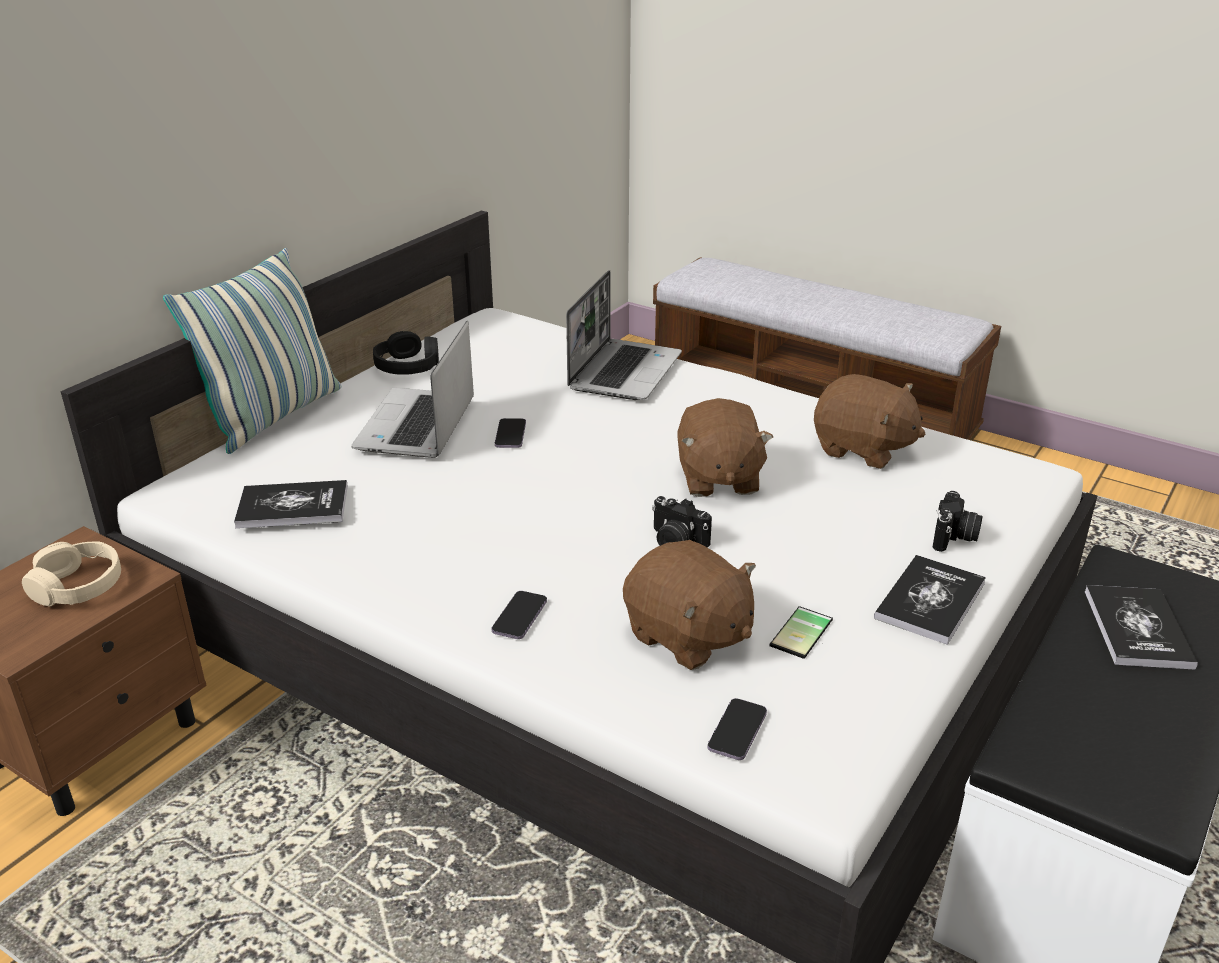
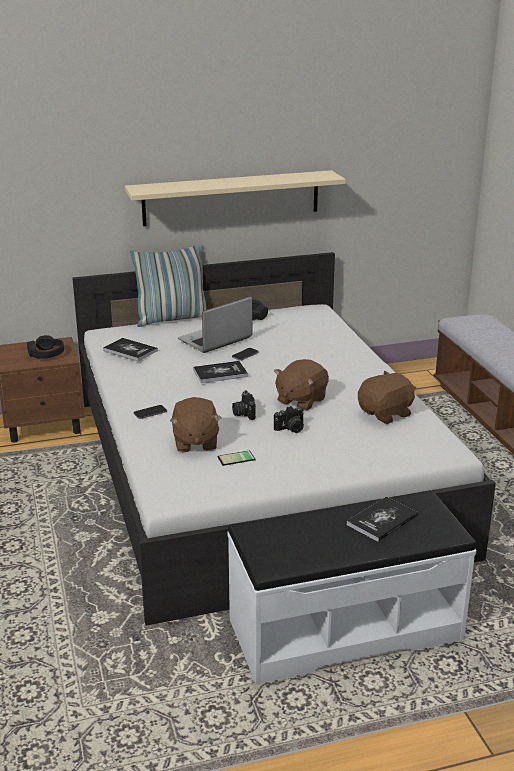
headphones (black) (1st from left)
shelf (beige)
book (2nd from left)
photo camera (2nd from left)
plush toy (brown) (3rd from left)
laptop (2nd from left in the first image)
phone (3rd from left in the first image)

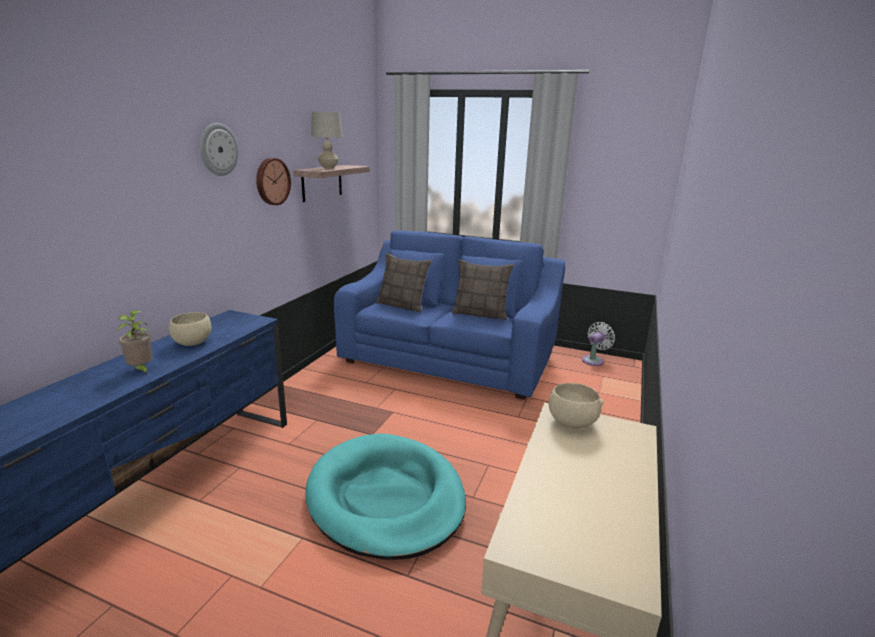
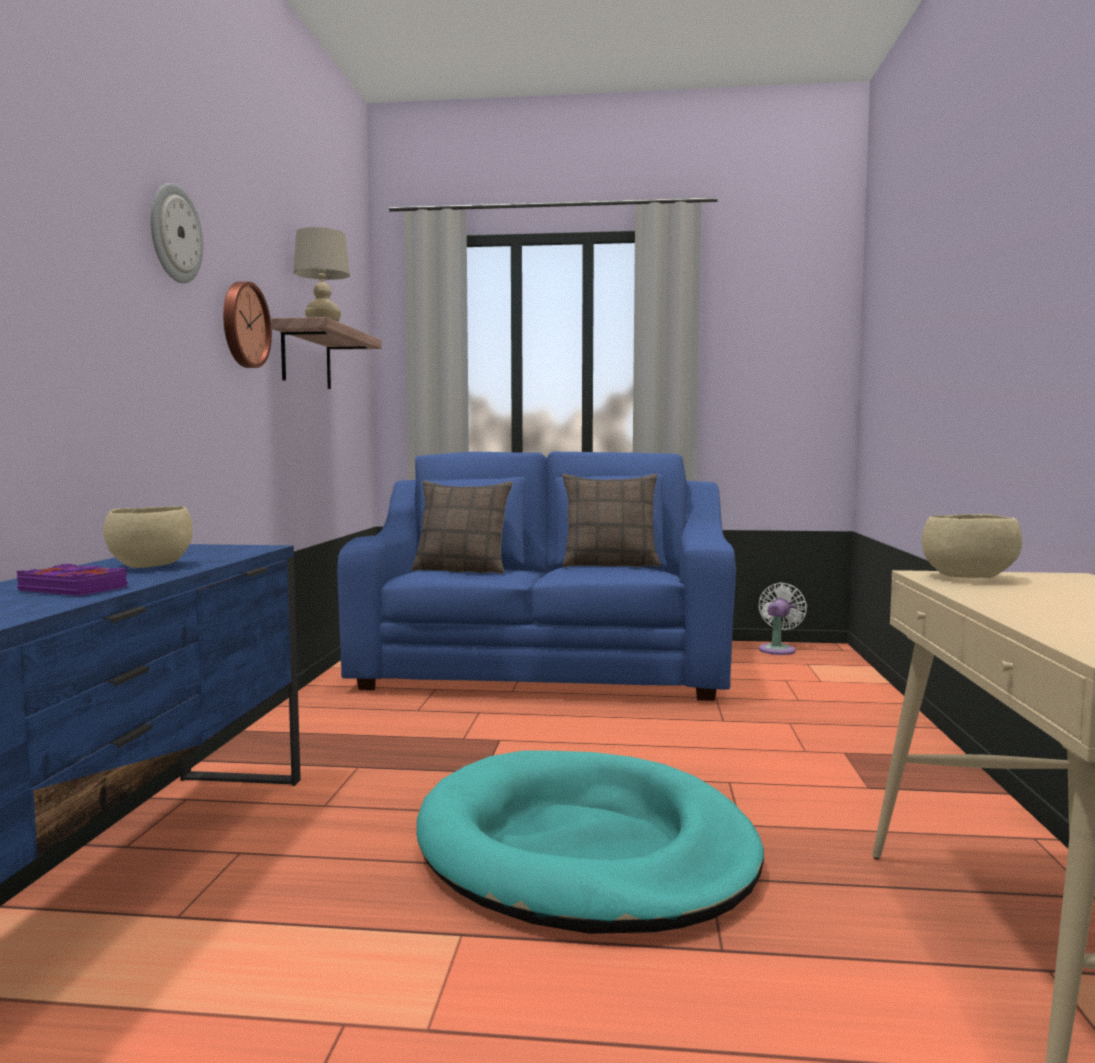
book (purple)

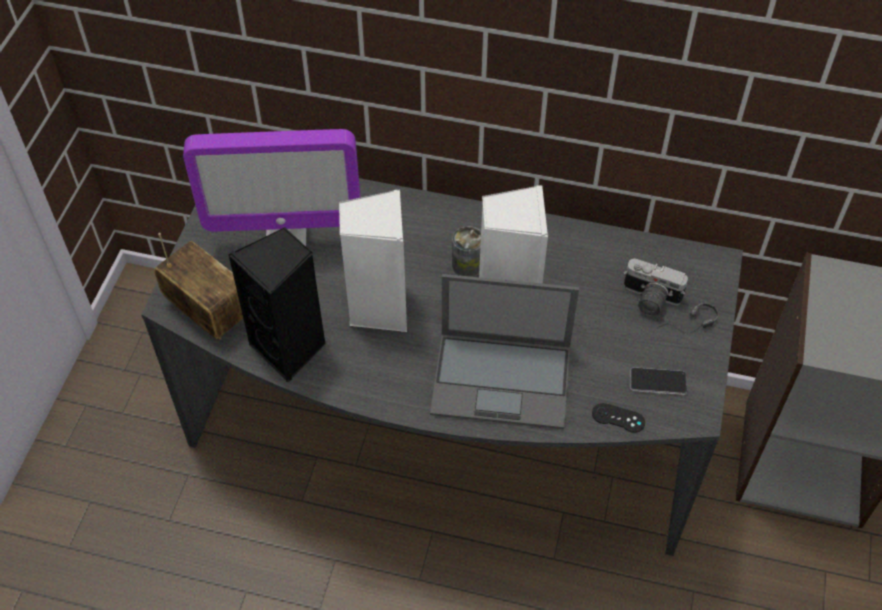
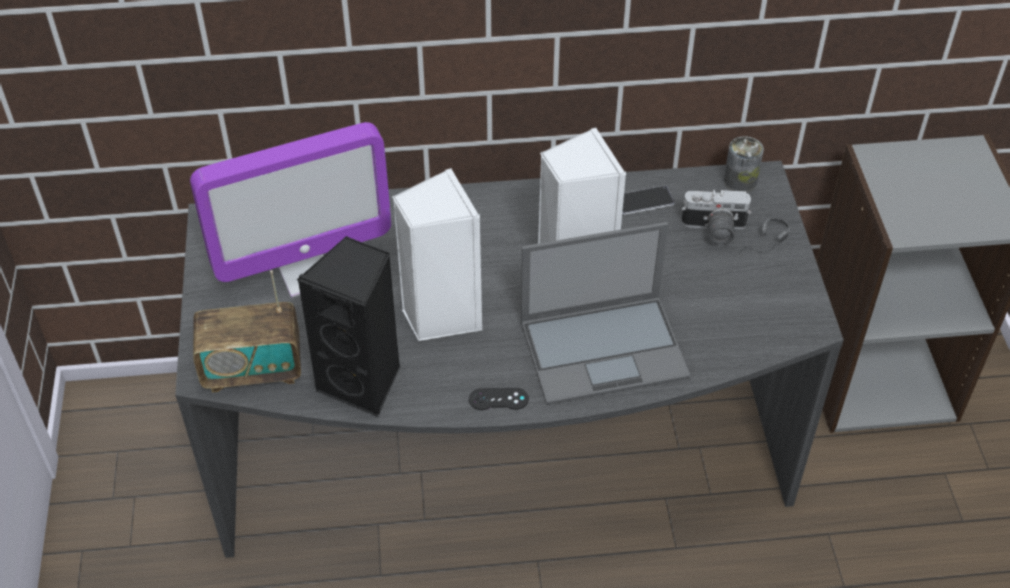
radio
game controller (black)
phone
can

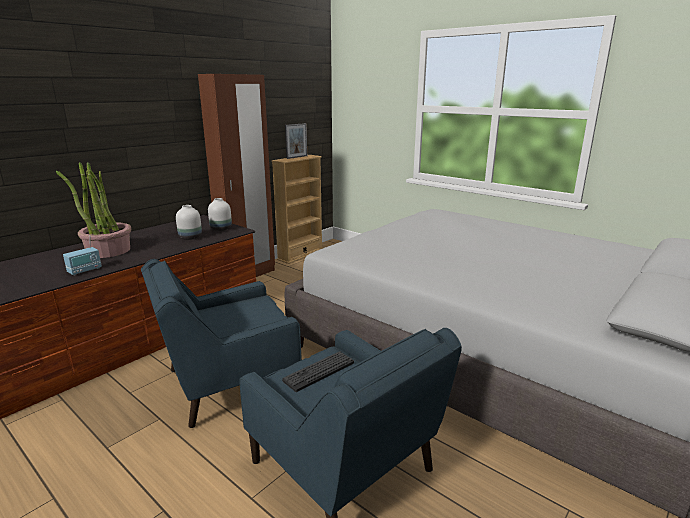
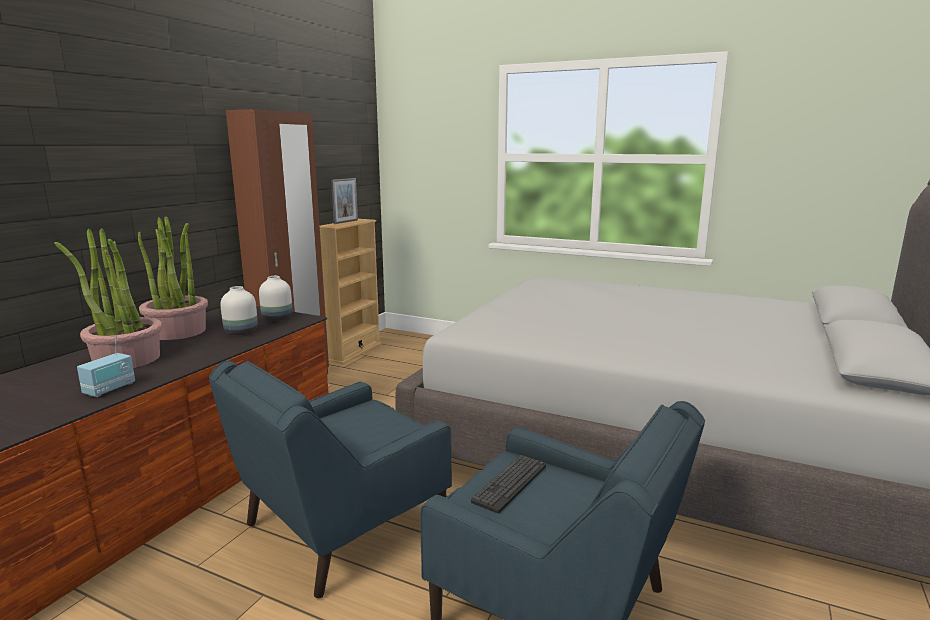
potted plant (2nd from left)

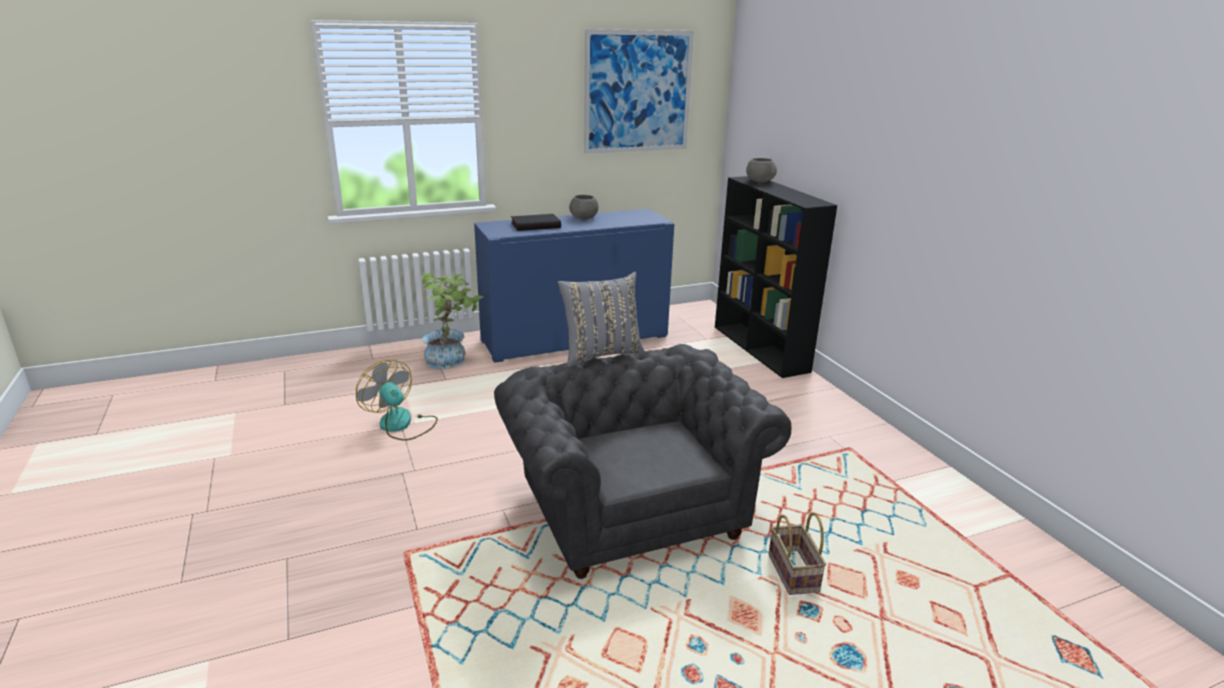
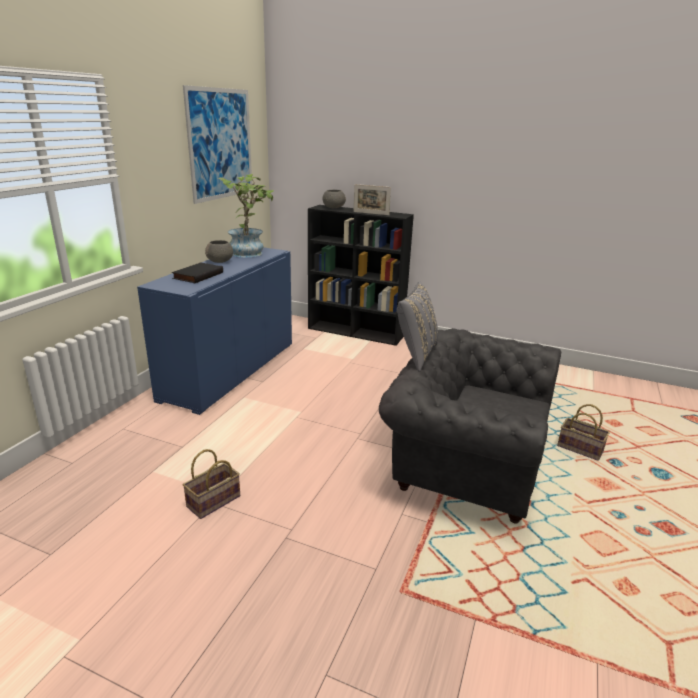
basket (1st from left)
potted plant
picture frame

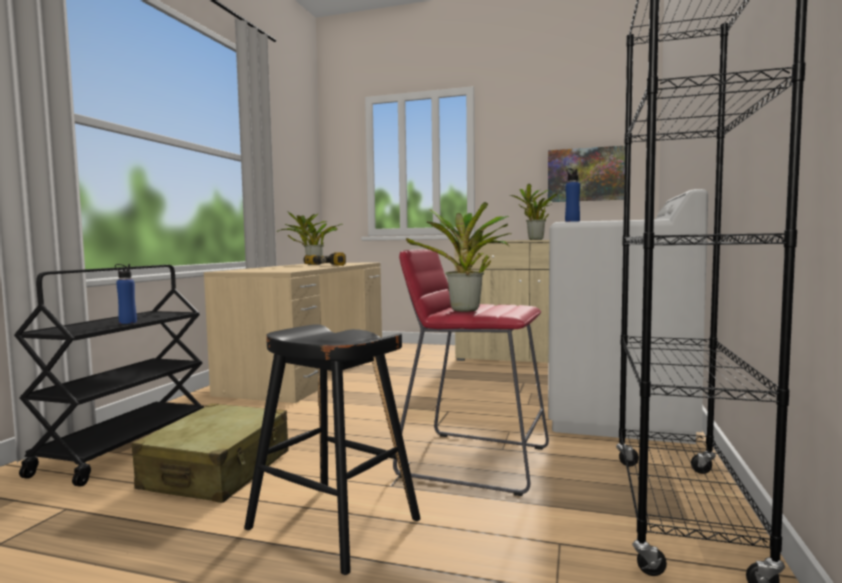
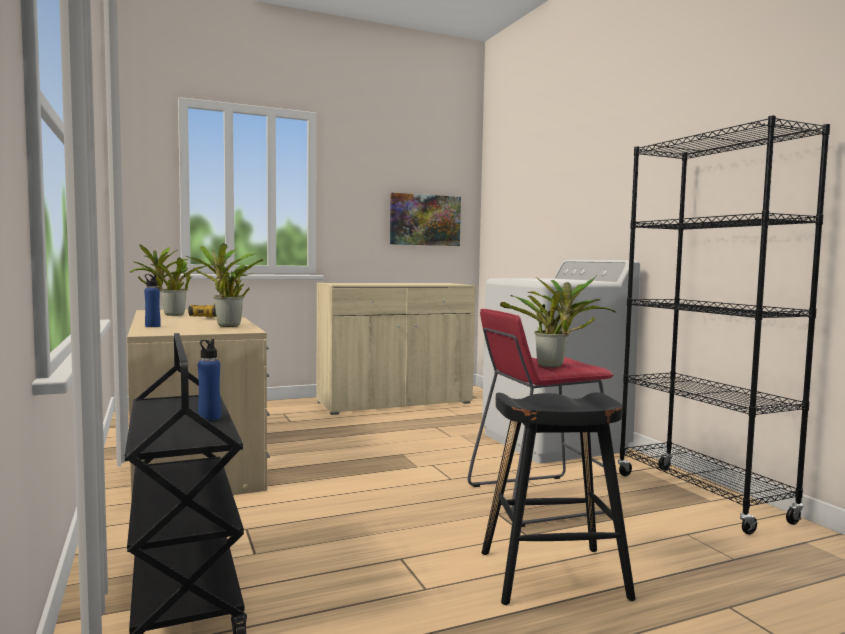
bottle (blue) (1st from left)
potted plant (2nd from left)
suitcase (beige)

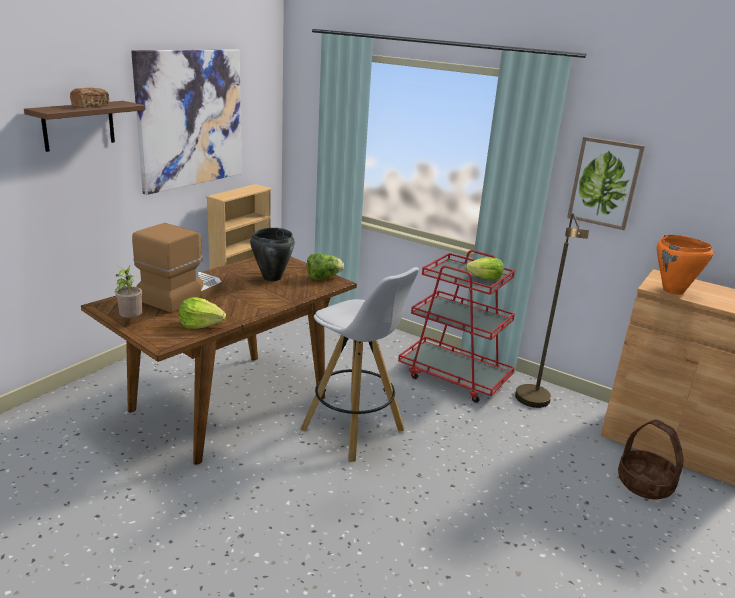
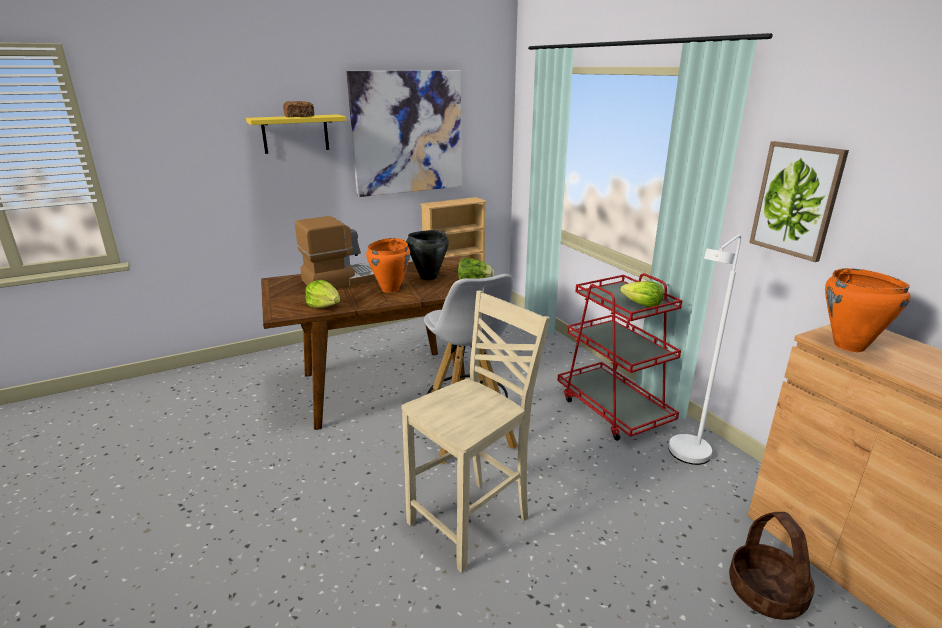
shelf (yellow)
cooking pot (orange) (1st from left)
chair (beige)
floor lamp (white)
potted plant

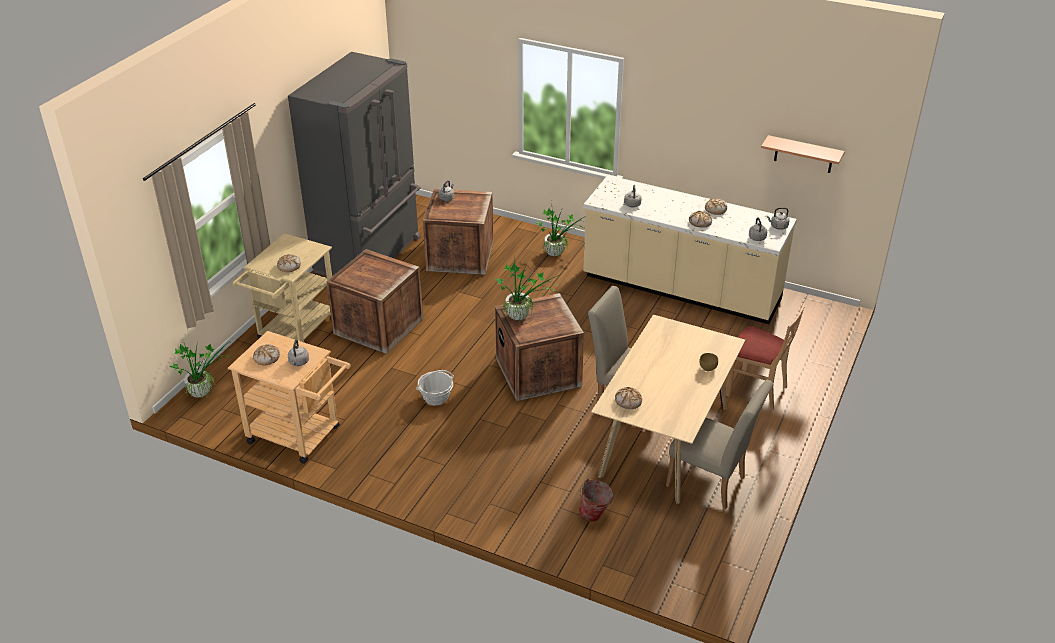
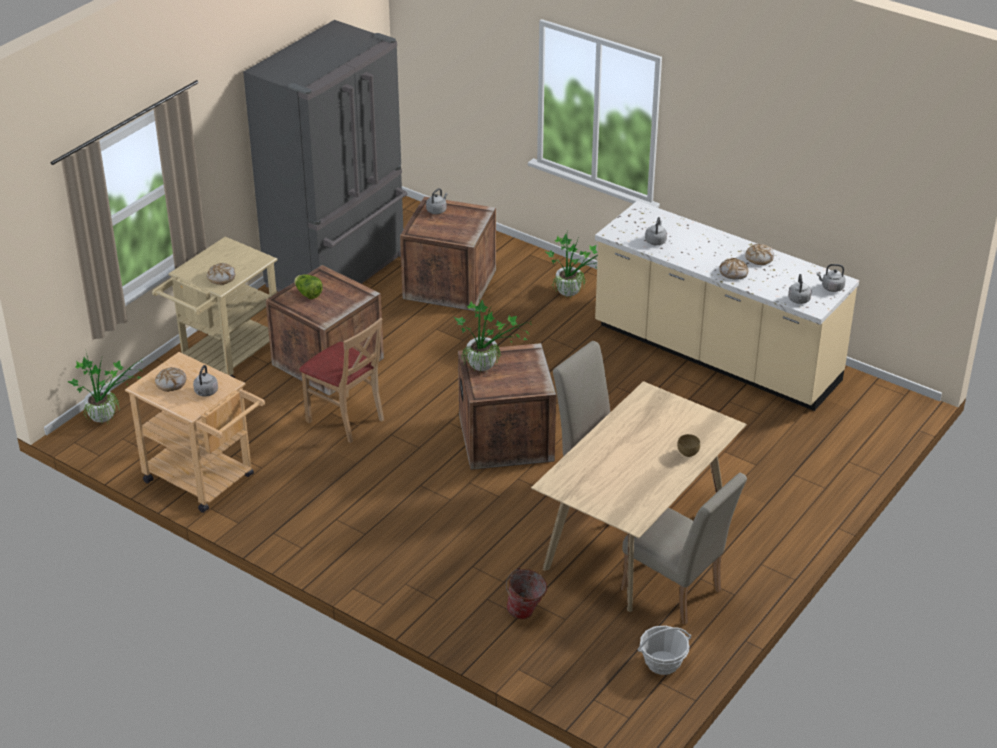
lettuce
chair (beige) (1st from left)
basket
bread (3rd from left in the first image)
shelf

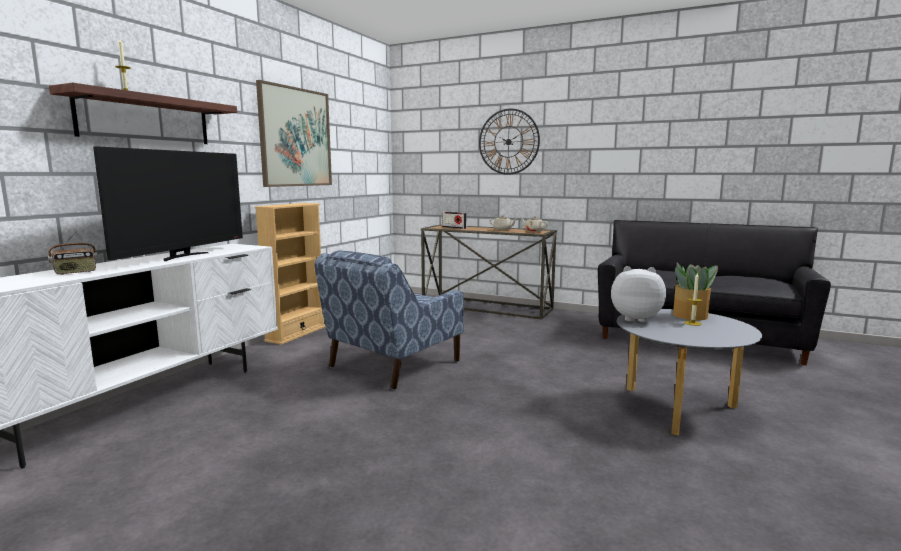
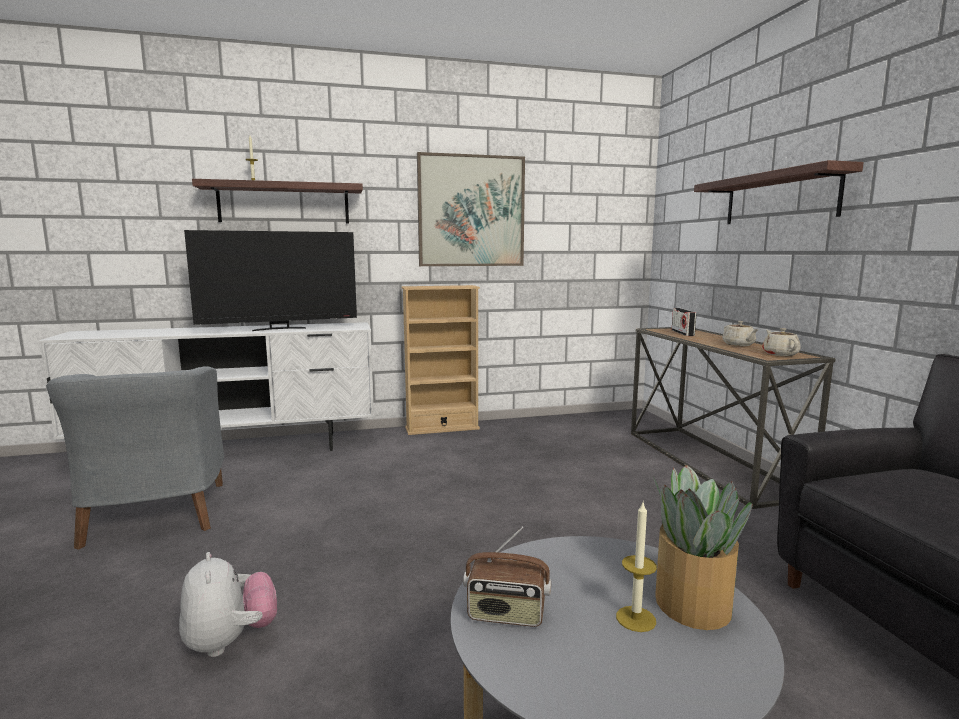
armchair (grey)
plush toy
radio (1st from left)
shelf (2nd from left)
armchair (blue)

